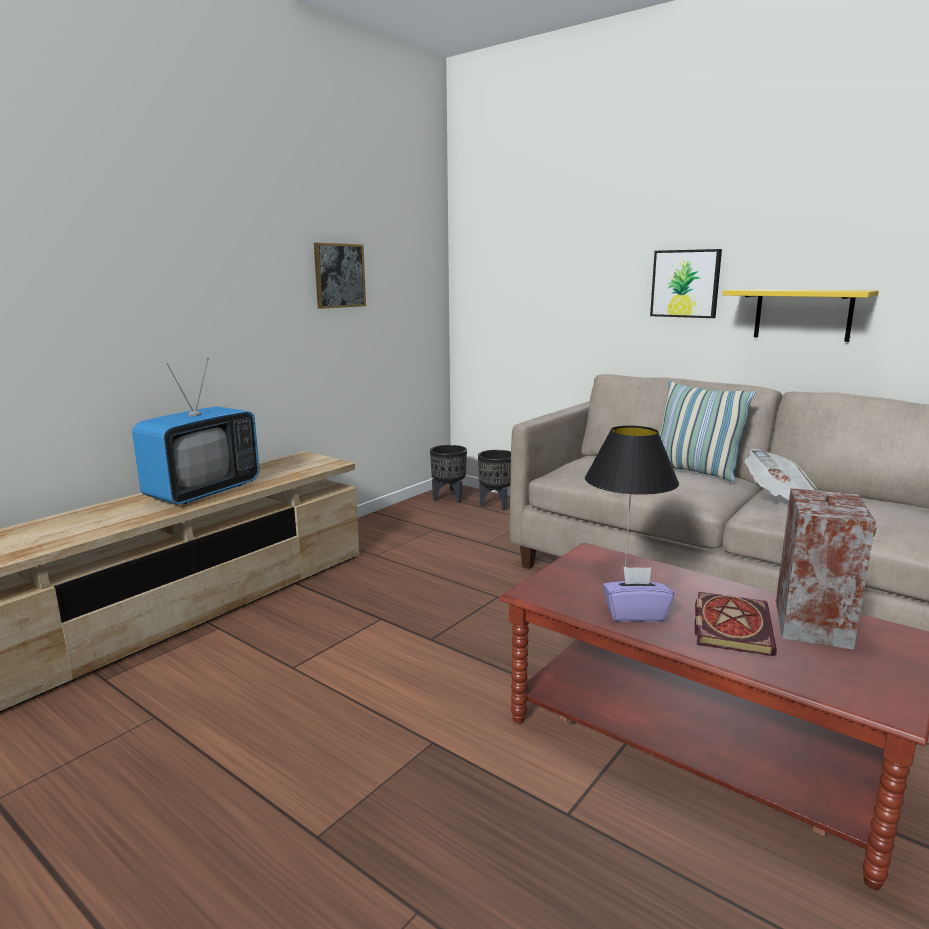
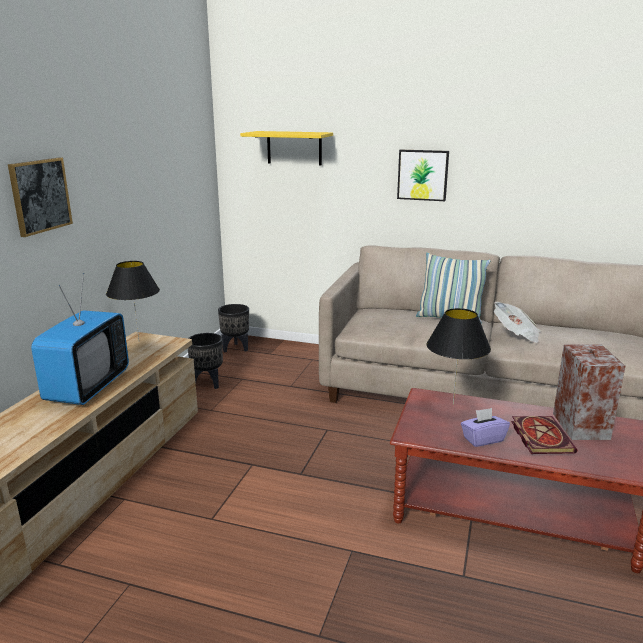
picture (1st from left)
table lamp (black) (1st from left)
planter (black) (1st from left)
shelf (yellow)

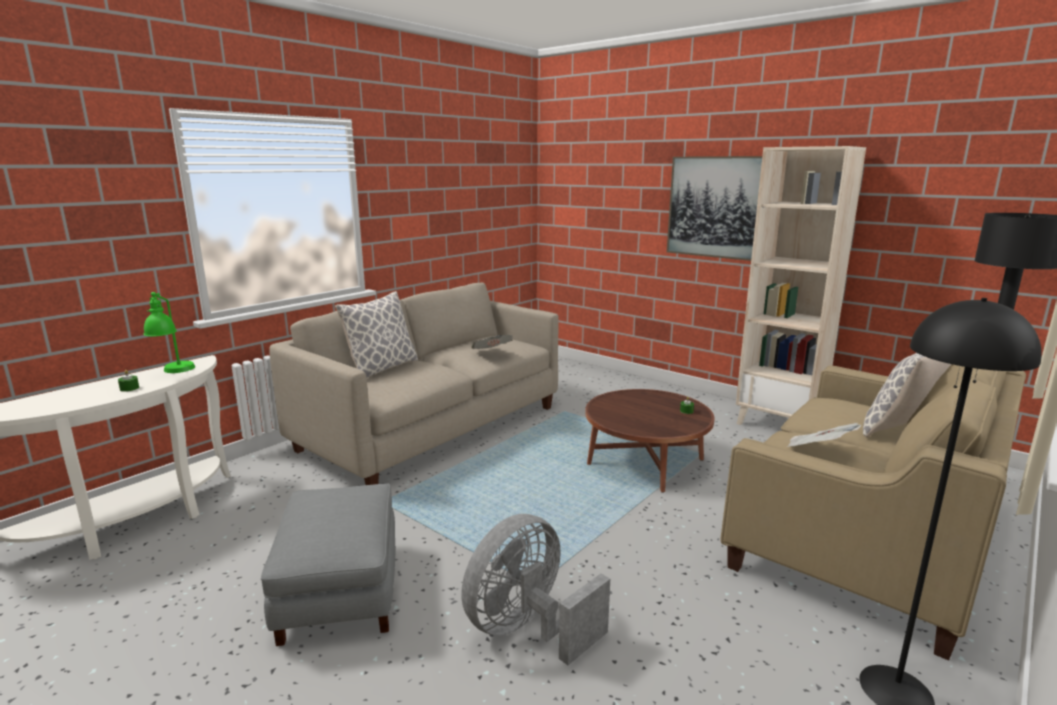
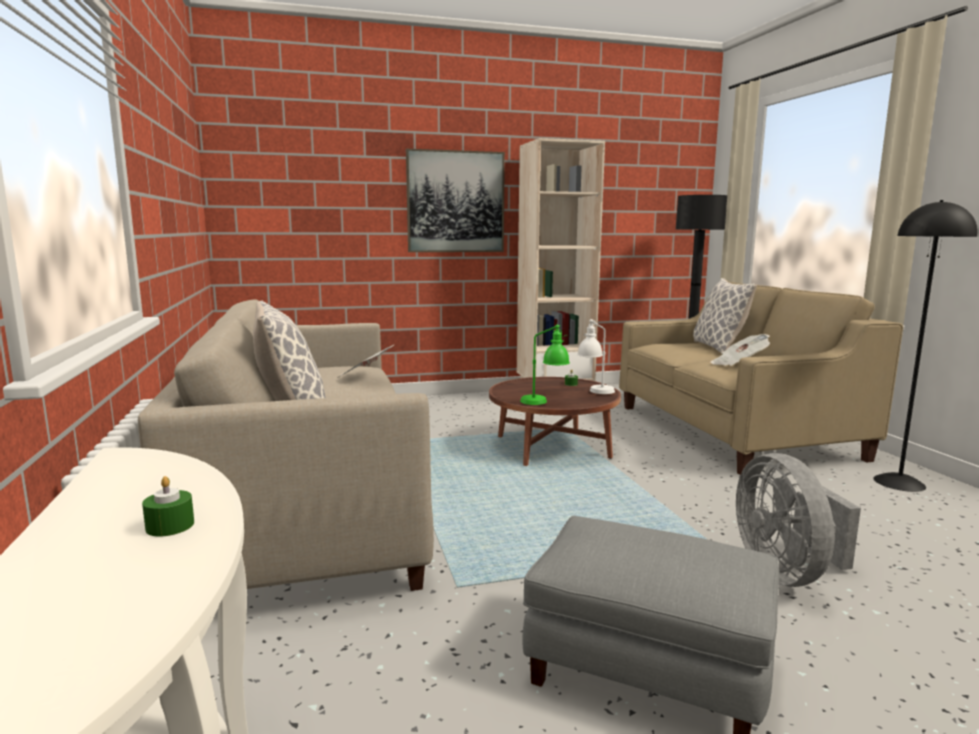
table lamp (green)
table lamp (white)

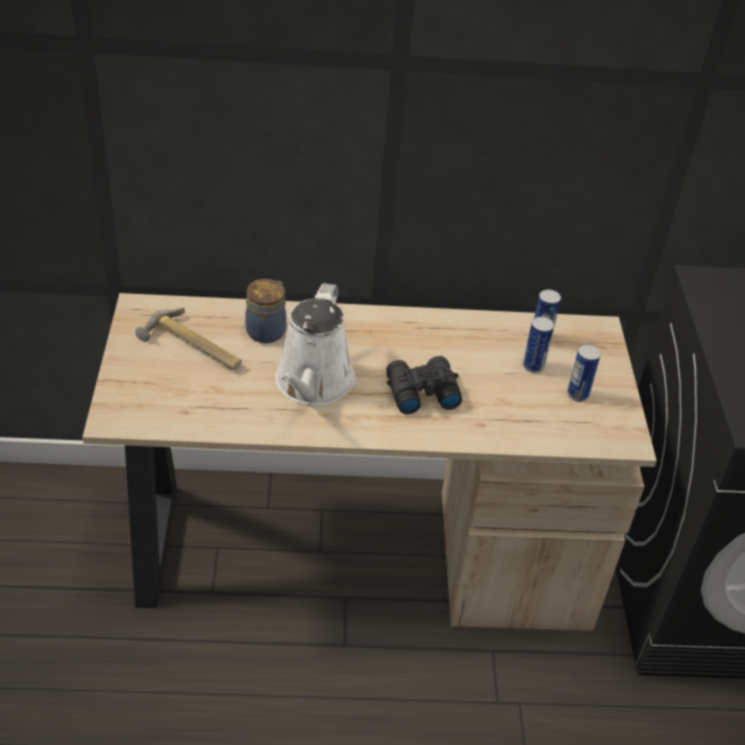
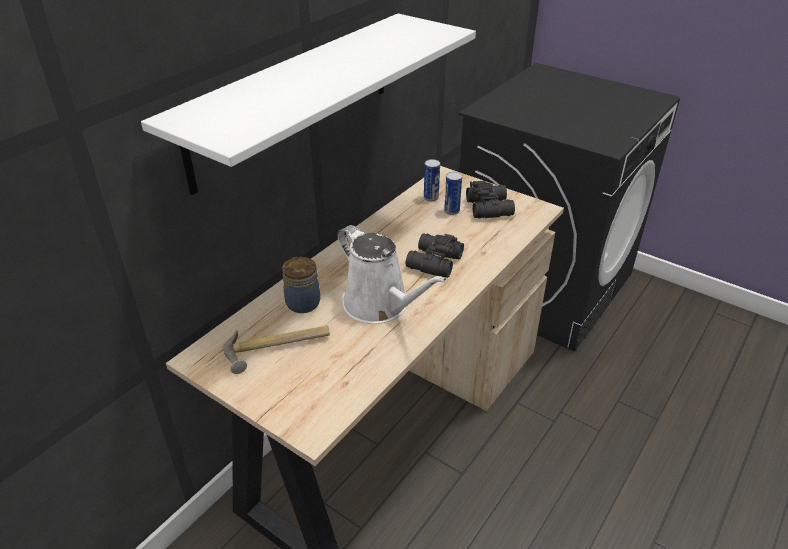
shelf (white)
binoculars (black) (2nd from left)

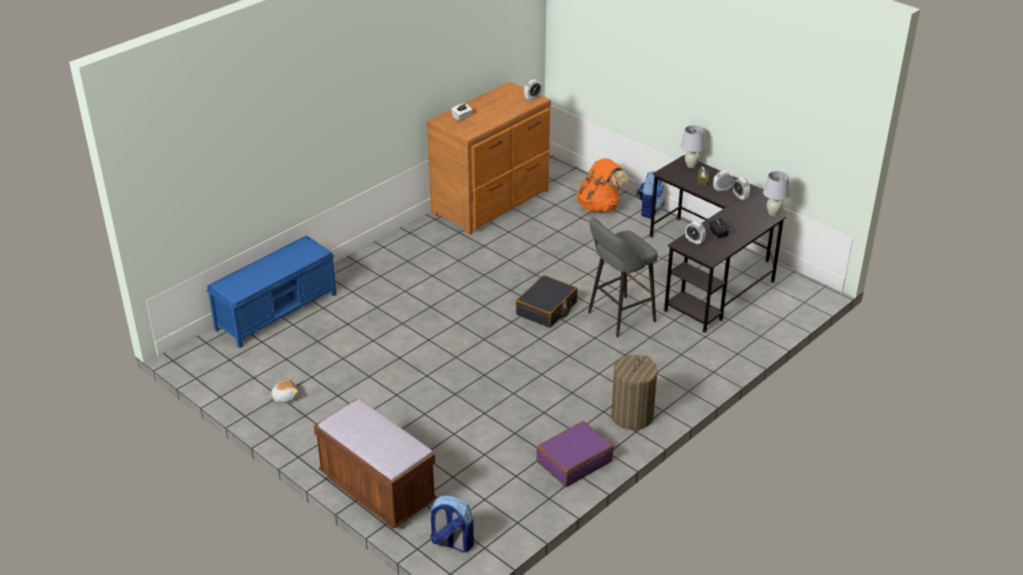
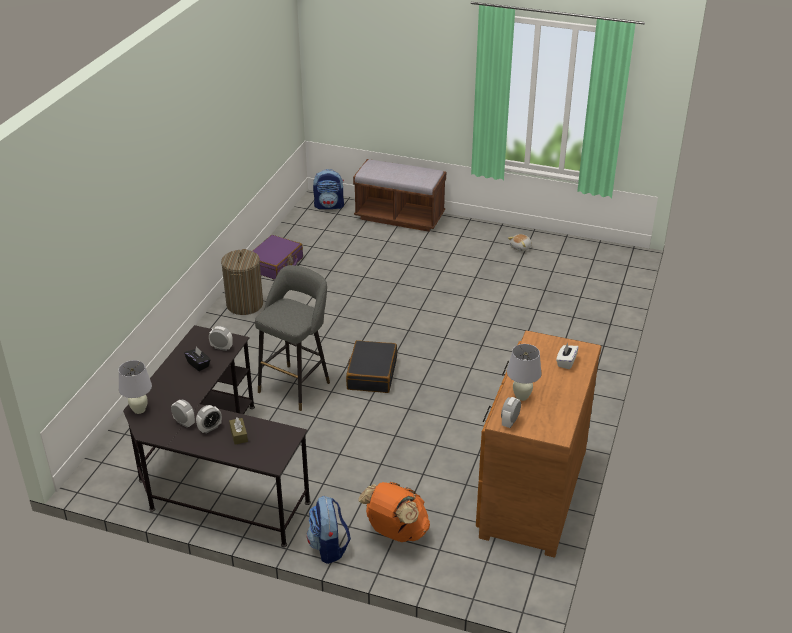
table lamp (white) (2nd from left)
bench (blue)

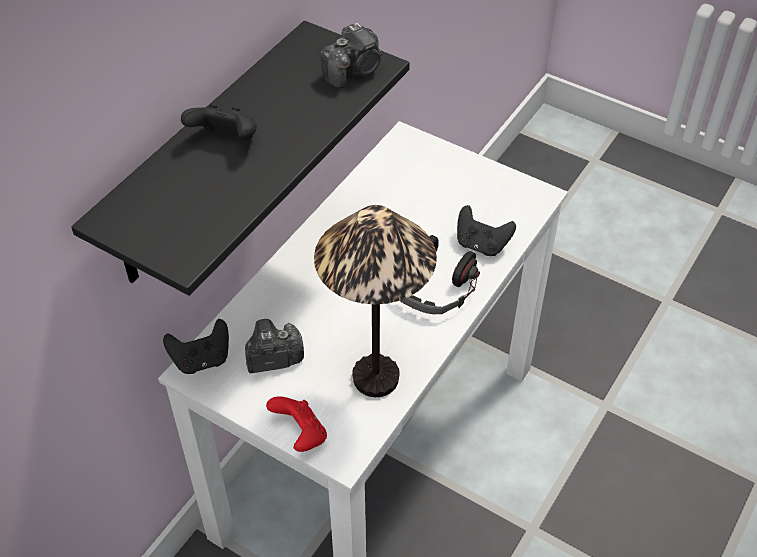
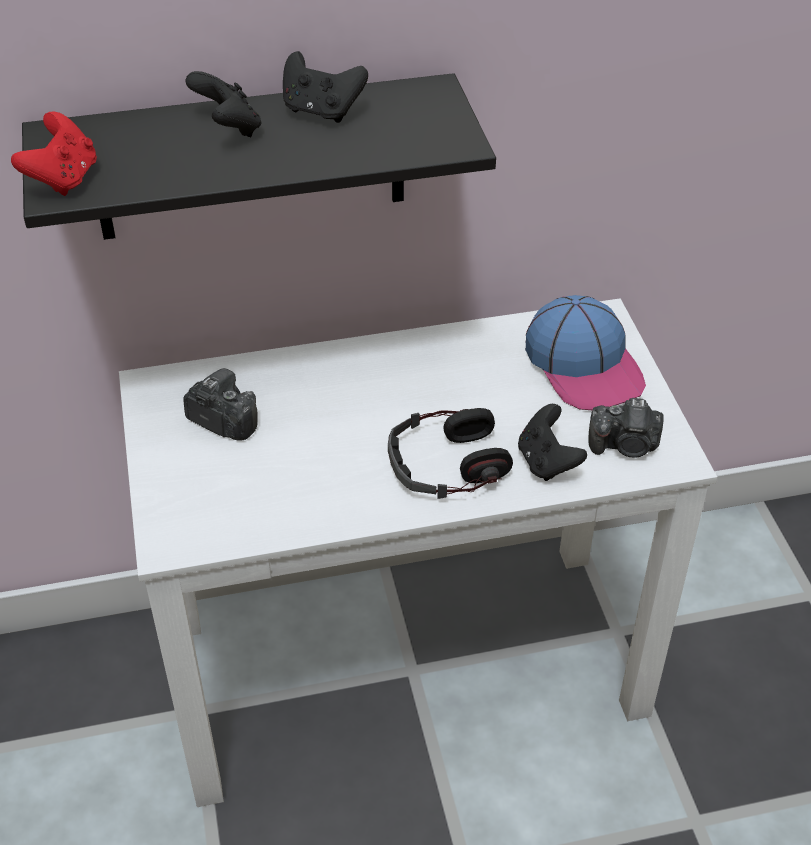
game controller (red)
game controller (black) (2nd from left)
cap
photo camera (2nd from left)
table lamp

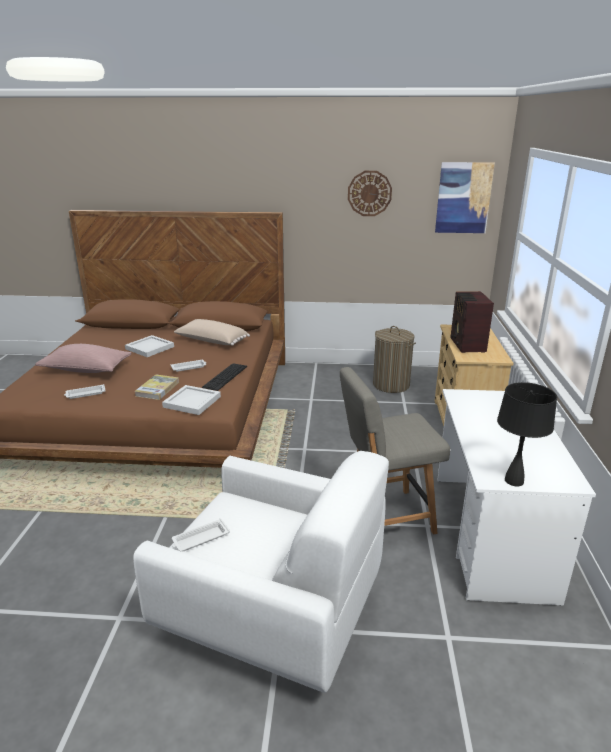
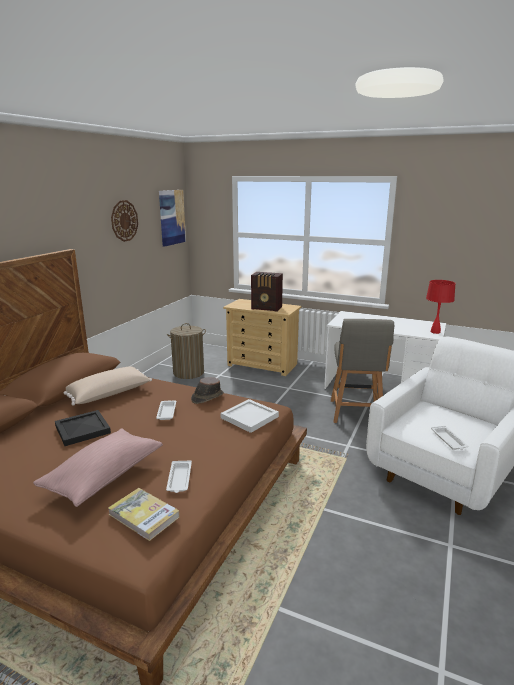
tray (black)
book
hat (brown)
table lamp (red)

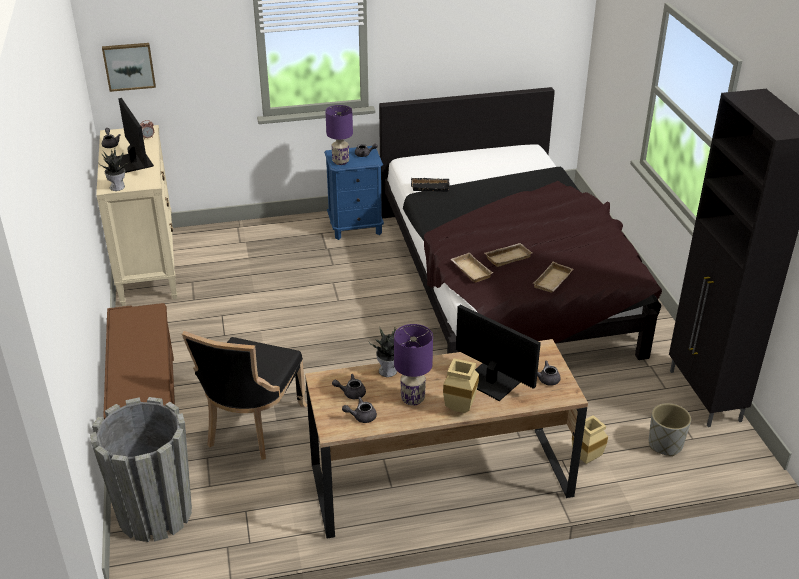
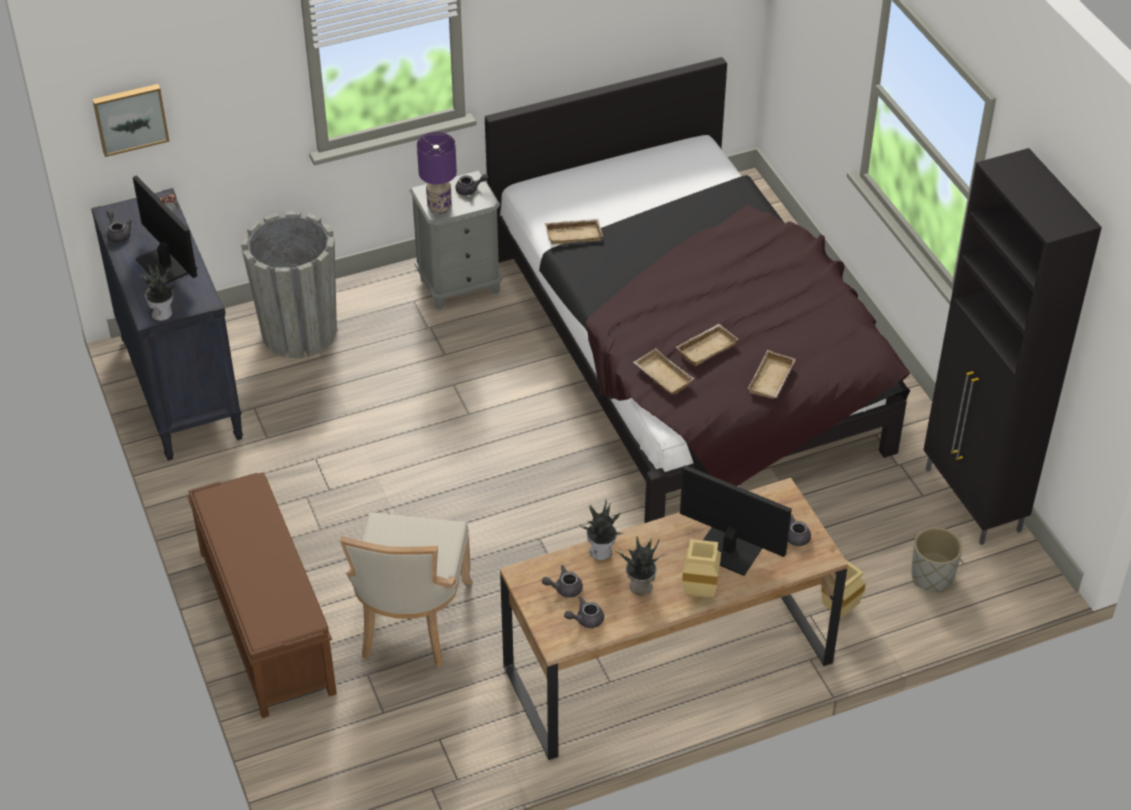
dresser (black)
planter (grey) (1st from left)
chair (beige)
nightstand (grey)
tray (beige) (1st from left)
potted plant (3rd from left)

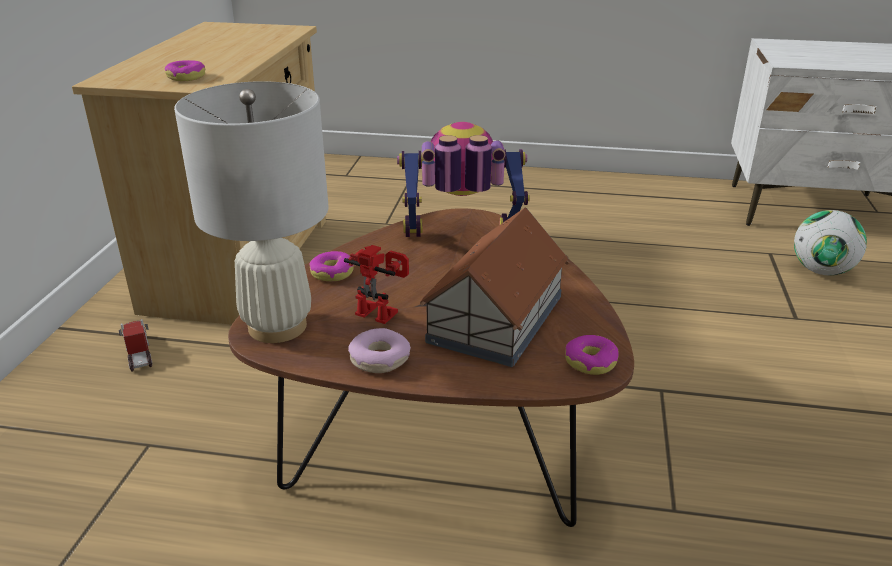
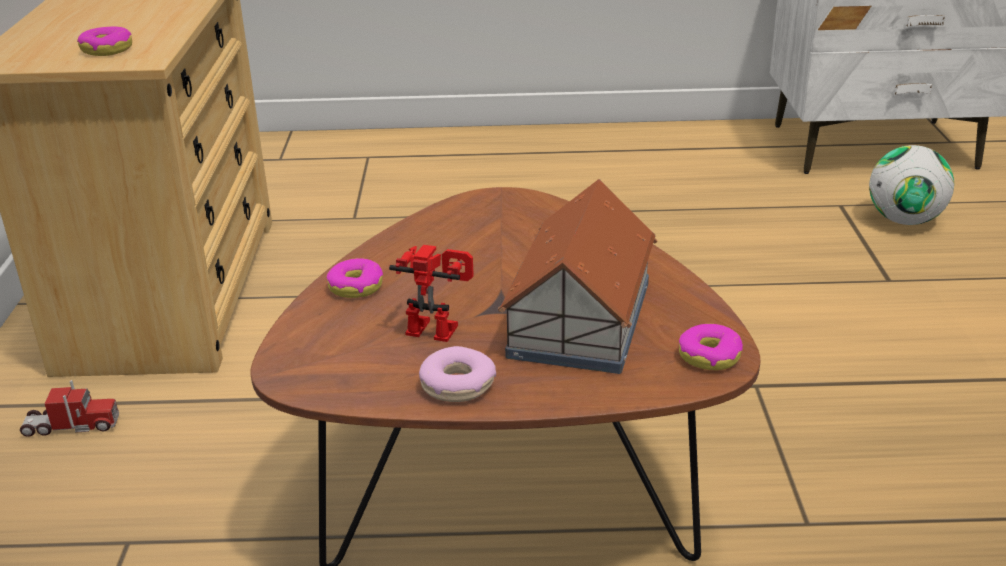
toy truck
table lamp (white)
toy robot (2nd from left in the first image)

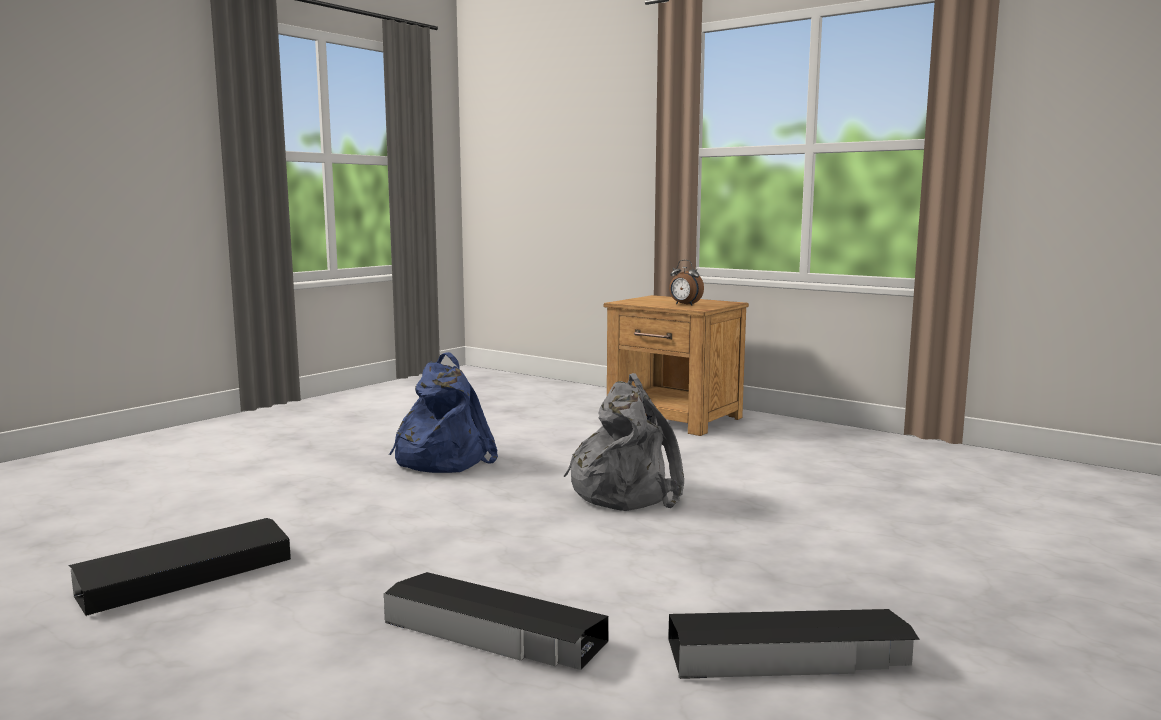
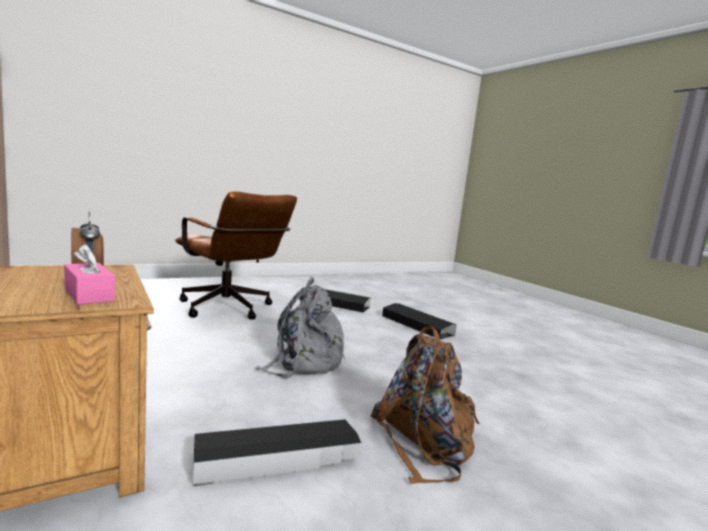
tissue box (pink)
office chair (brown)
storage box (black) (1st from left)
backpack (brown)

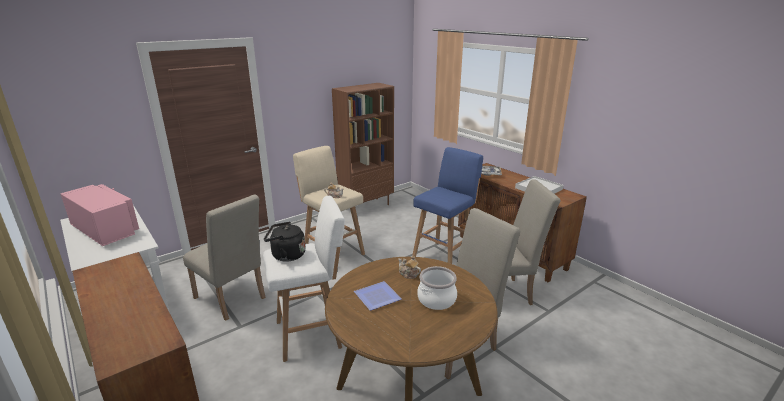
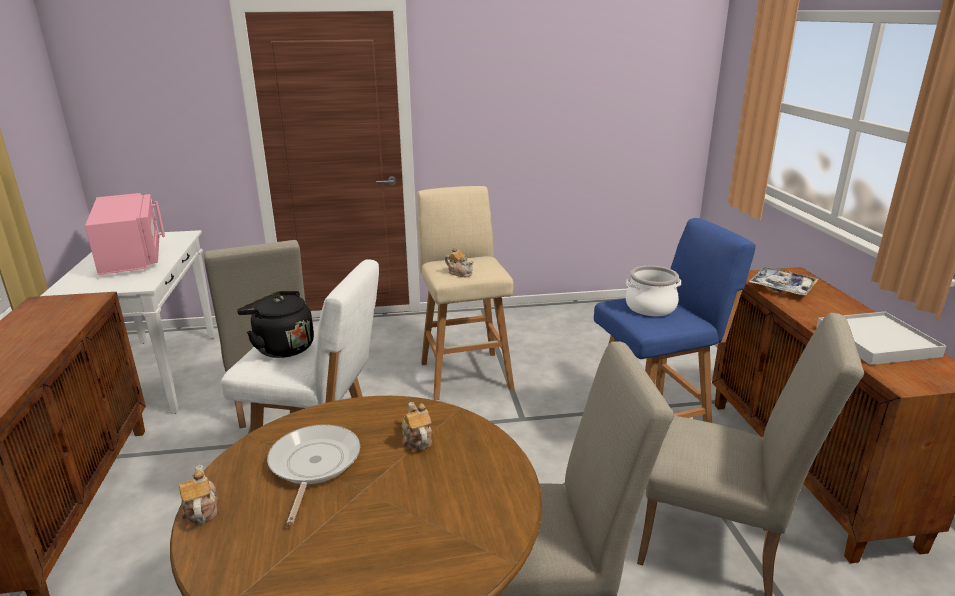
teapot (1st from left)
frying pan
cooking pot
bookcase (brown)

